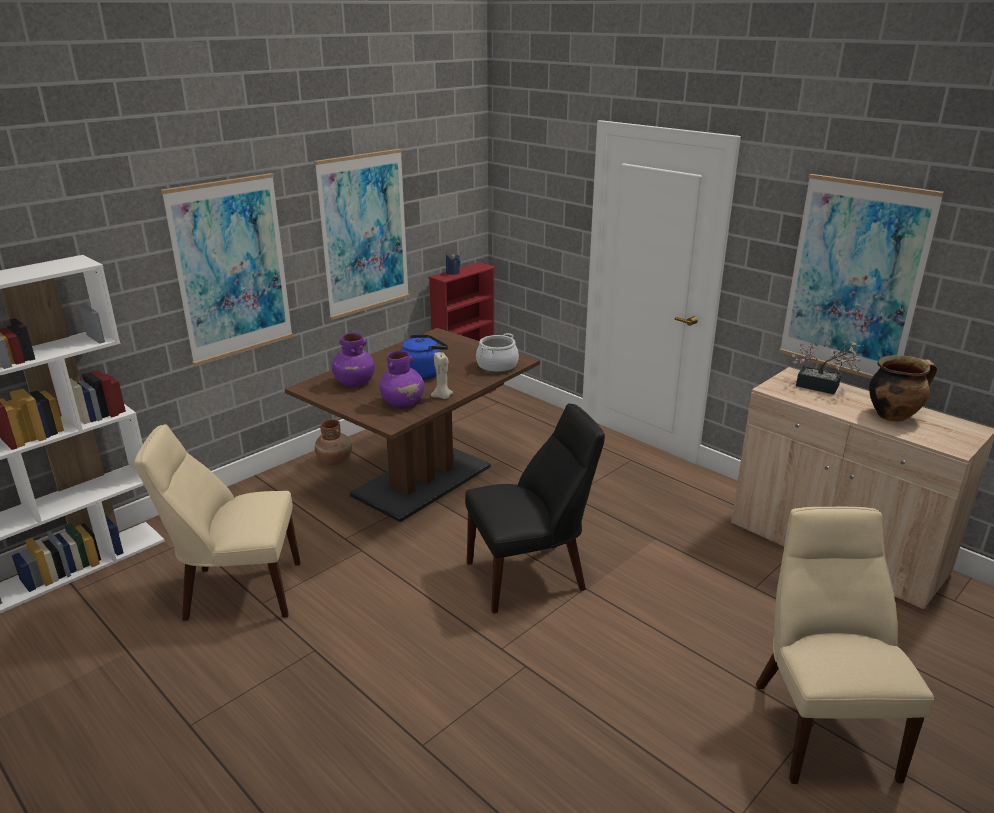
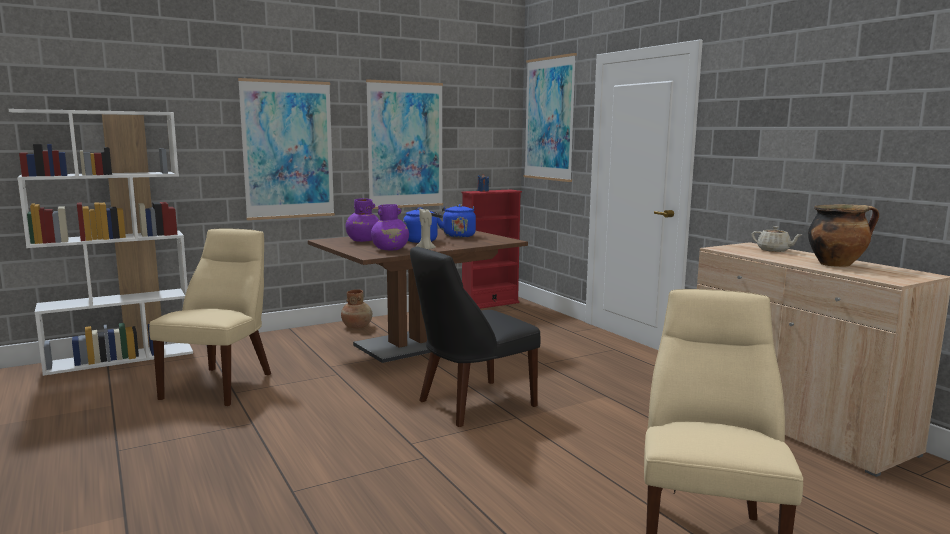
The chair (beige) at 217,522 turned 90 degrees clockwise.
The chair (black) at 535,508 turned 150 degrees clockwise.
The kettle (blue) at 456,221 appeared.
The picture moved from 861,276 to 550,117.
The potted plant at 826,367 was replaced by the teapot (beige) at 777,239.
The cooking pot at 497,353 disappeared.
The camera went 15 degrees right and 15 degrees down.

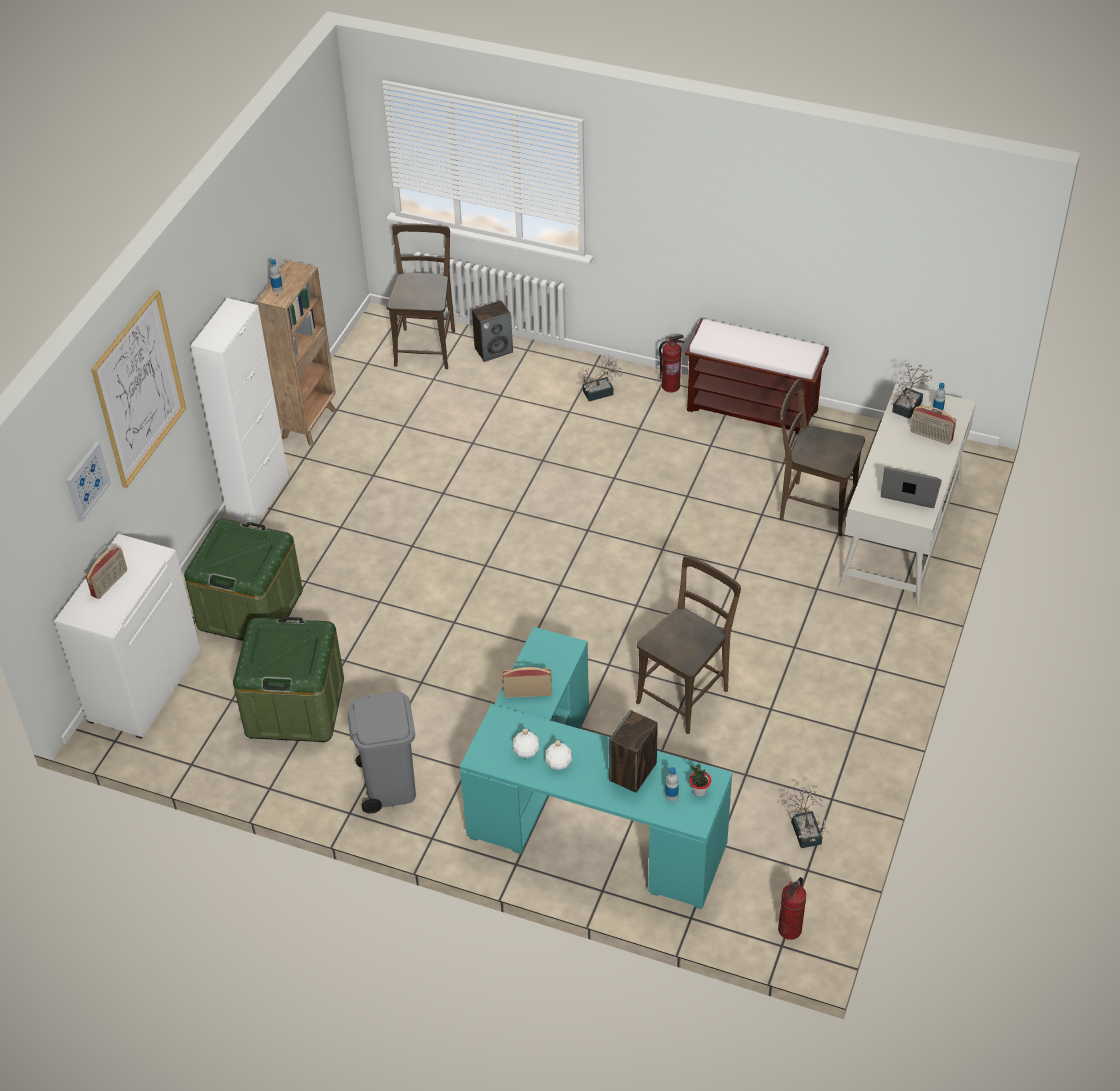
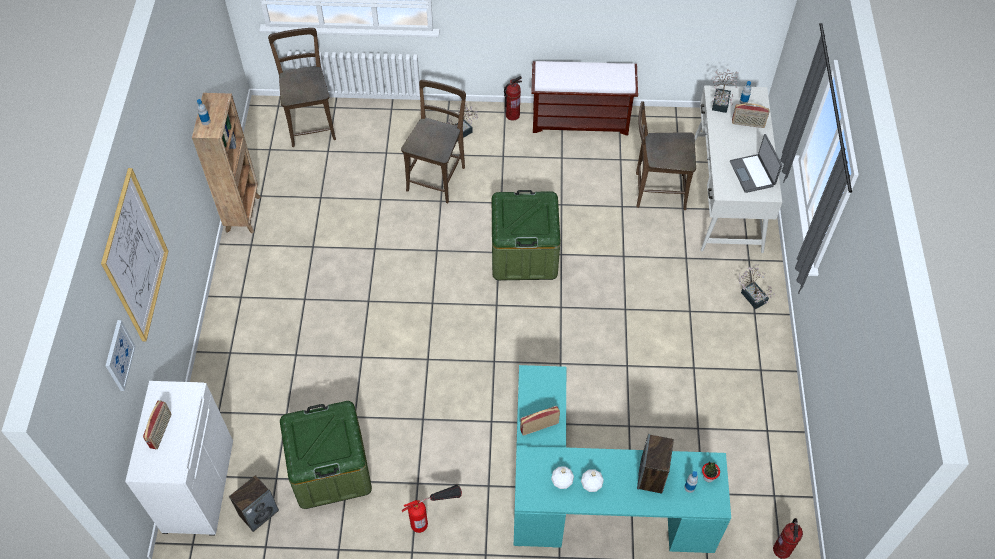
The speaker moved from 492,331 to 254,503.
The chair (brown) moved from 688,645 to 433,141.
The trash can (grey) at 381,753 was replaced by the fire extinguisher at 431,509.
The storage box (green) moved from 243,579 to 526,235.
The laptop at 911,487 turned 105 degrees counterclockwise.
The potted plant moved from 806,816 to 757,286.
The cabinet (white) at 240,411 disappeared.
The camera went 20 degrees left and 10 degrees up.

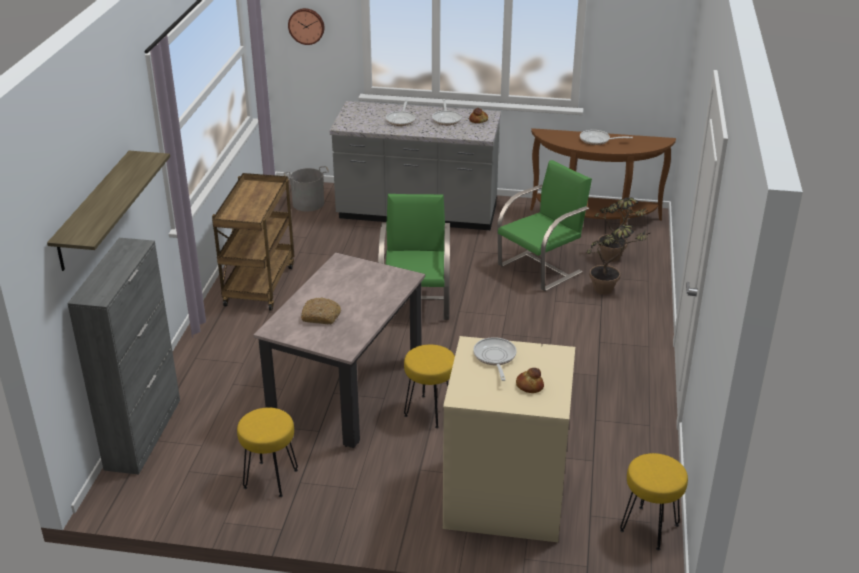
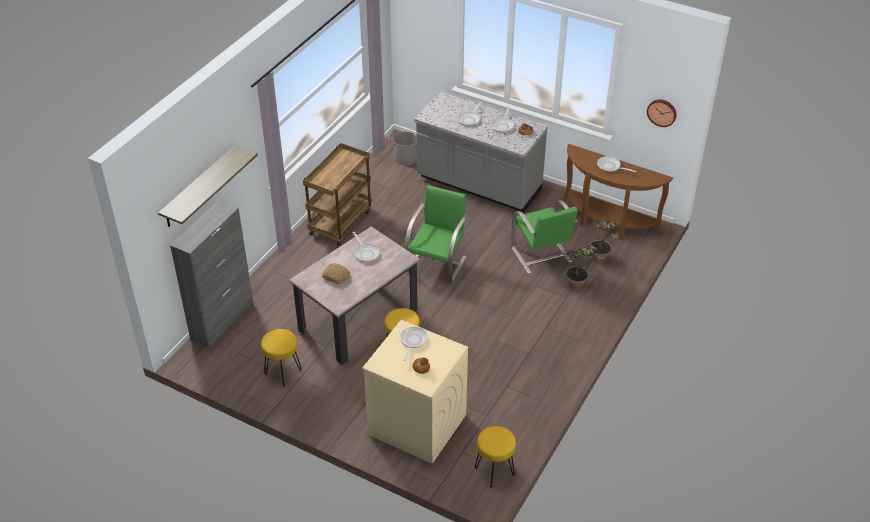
The frying pan at 366,247 appeared.
The chair (green) at 544,225 turned 90 degrees clockwise.
The wall clock moved from 306,26 to 662,113.
The camera went 20 degrees right and 10 degrees up.

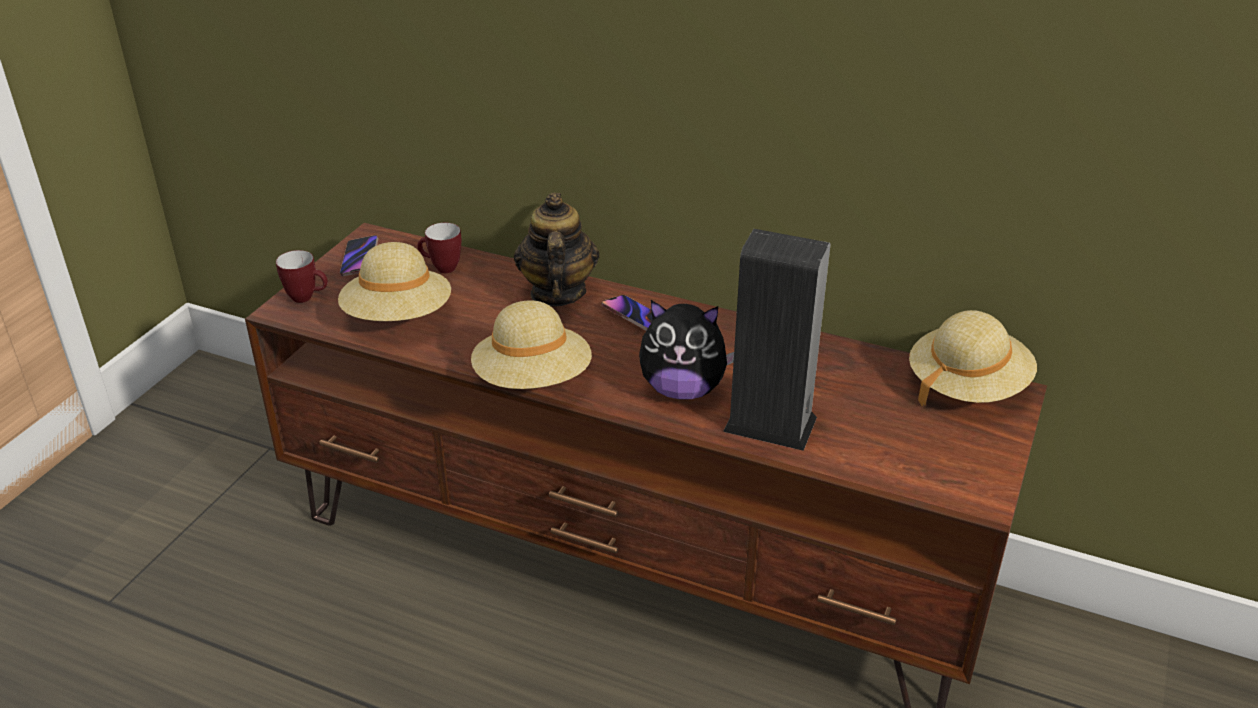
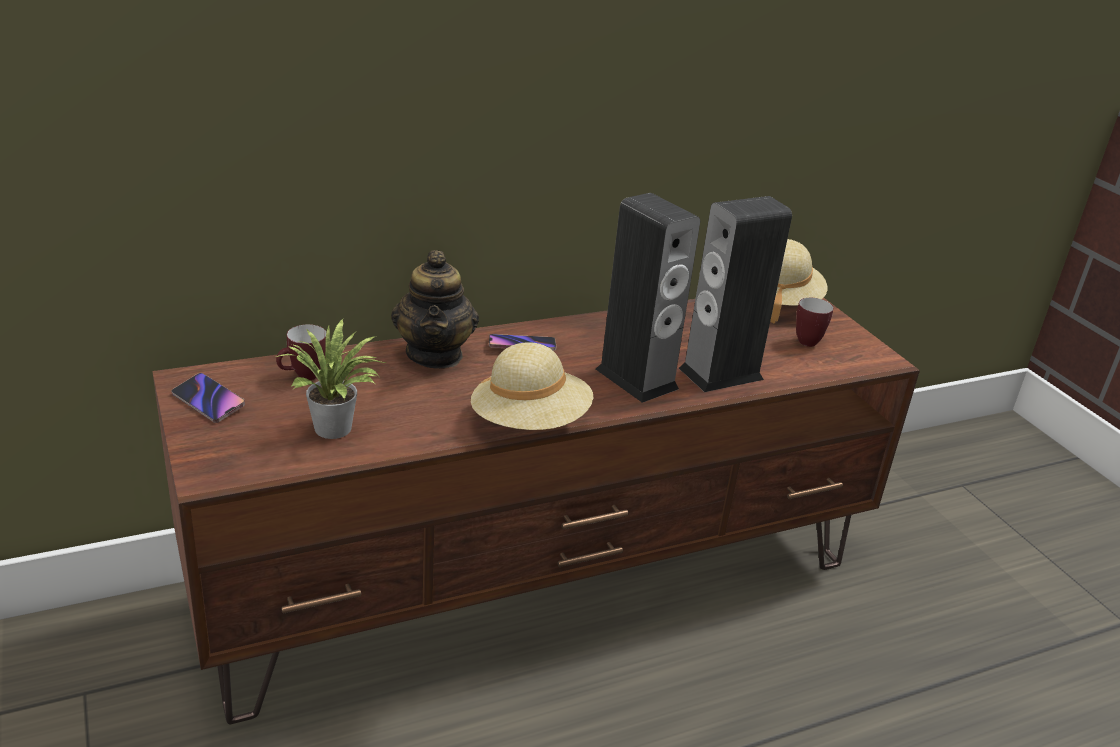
The hat (beige) at 394,281 was replaced by the potted plant at 330,378.
The teapot at 557,250 turned 135 degrees counterclockwise.
The plush toy at 686,350 was replaced by the speaker at 648,298.
The mug moved from 302,276 to 815,322.
The camera went 50 degrees left and 5 degrees down.

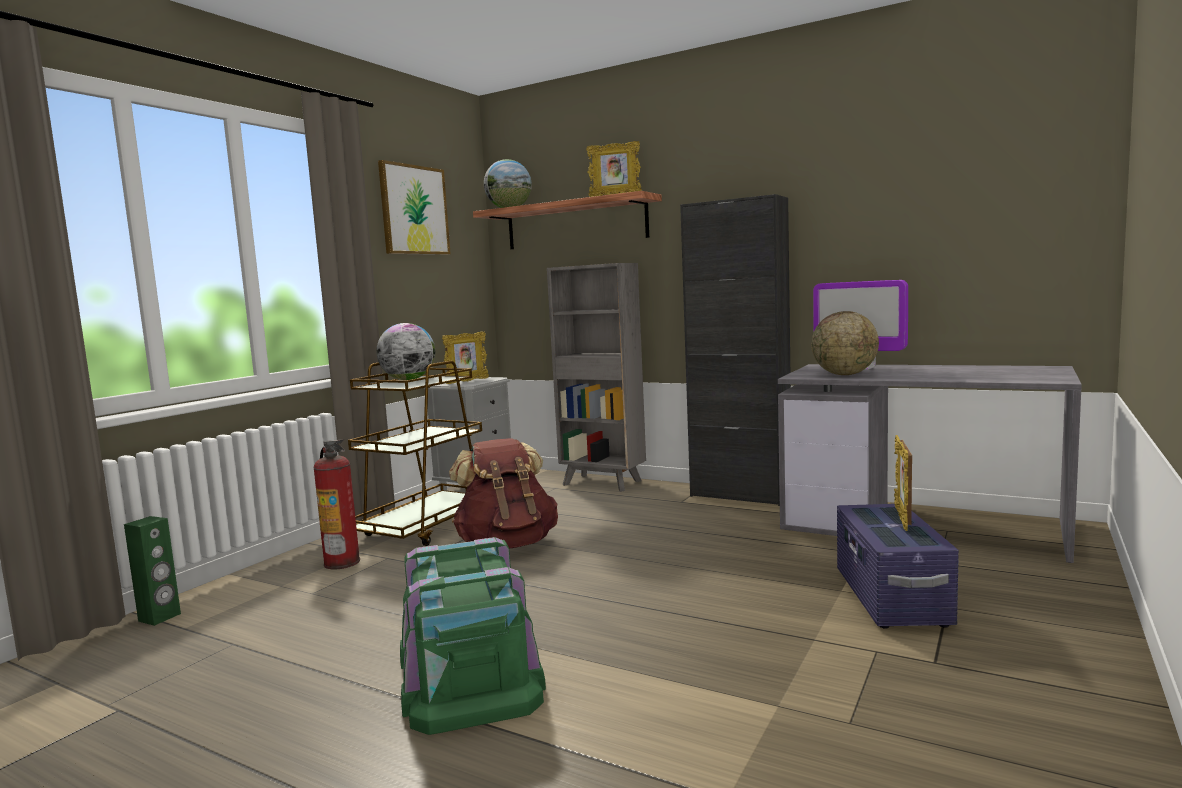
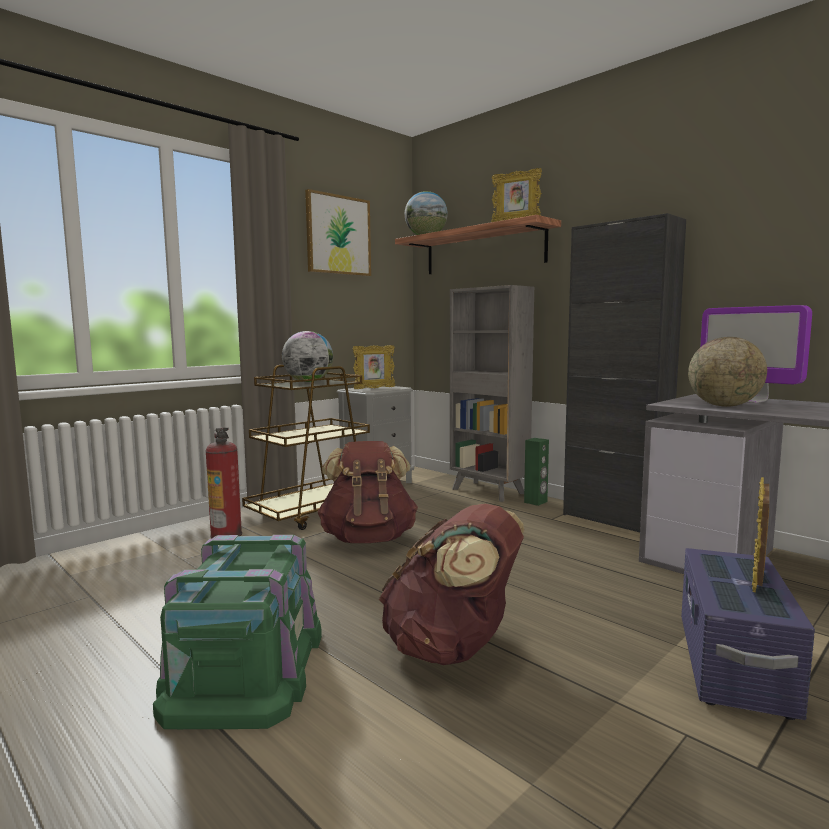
The backpack (brown) at 451,584 appeared.
The speaker (green) moved from 152,571 to 536,472.
The camera went 15 degrees right and 0 degrees up.

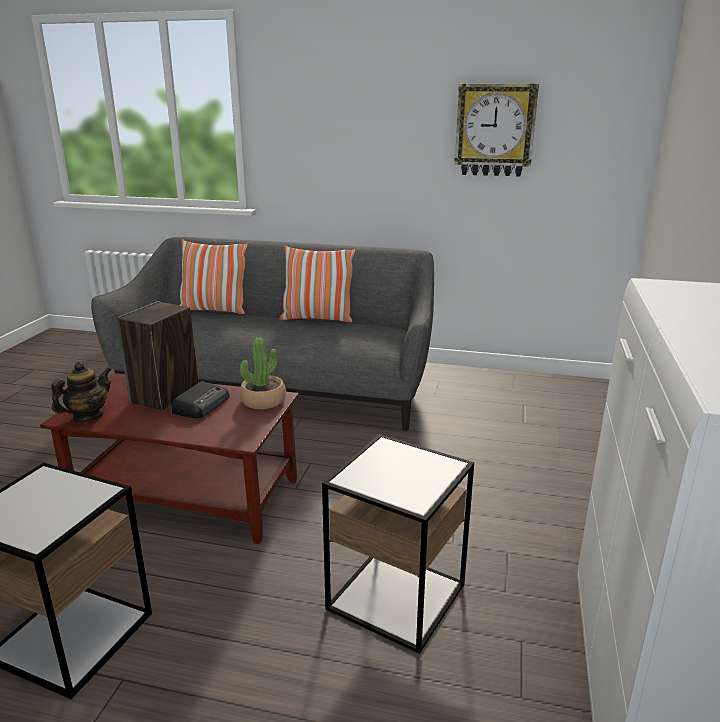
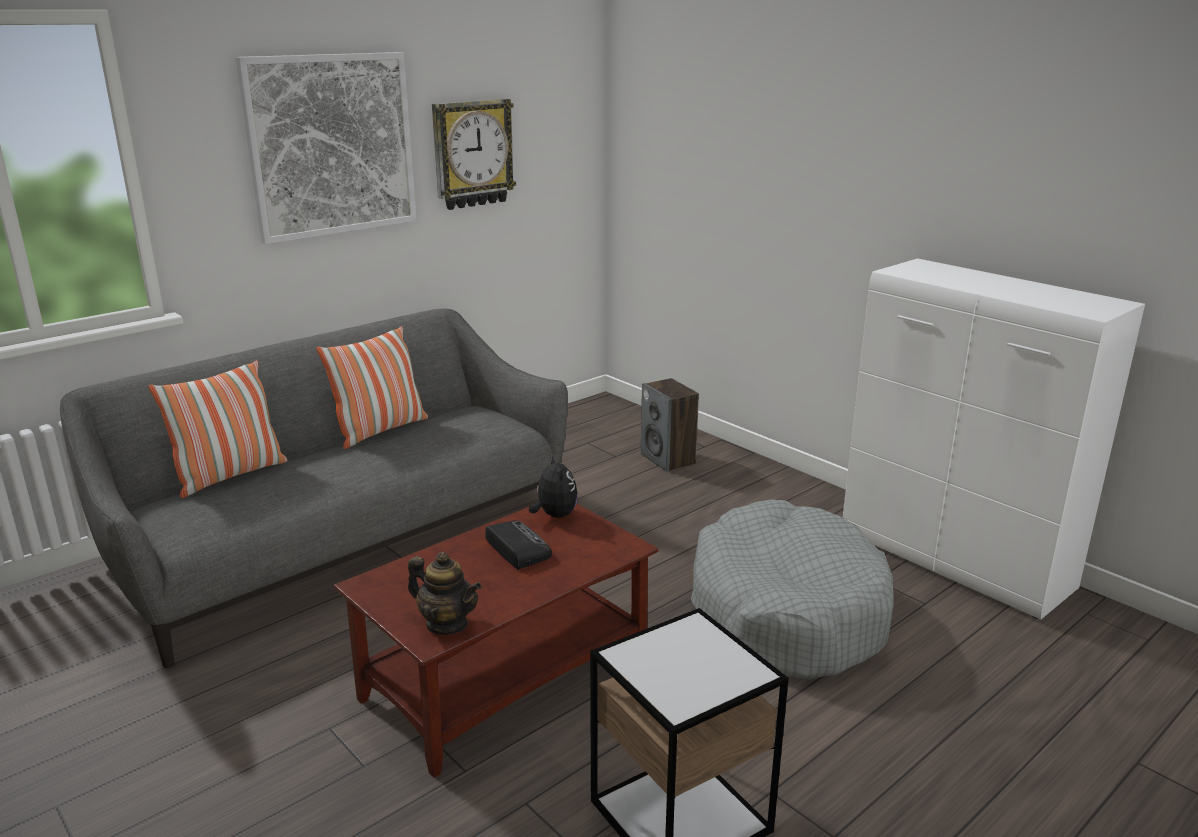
The picture at 325,148 appeared.
The teapot at 81,391 turned 135 degrees clockwise.
The potted plant at 263,373 was replaced by the plush toy at 553,486.
The speaker moved from 157,356 to 670,425.
The side table at 398,544 was replaced by the dog bed (grey) at 792,590.
The camera went 55 degrees left and 0 degrees up.

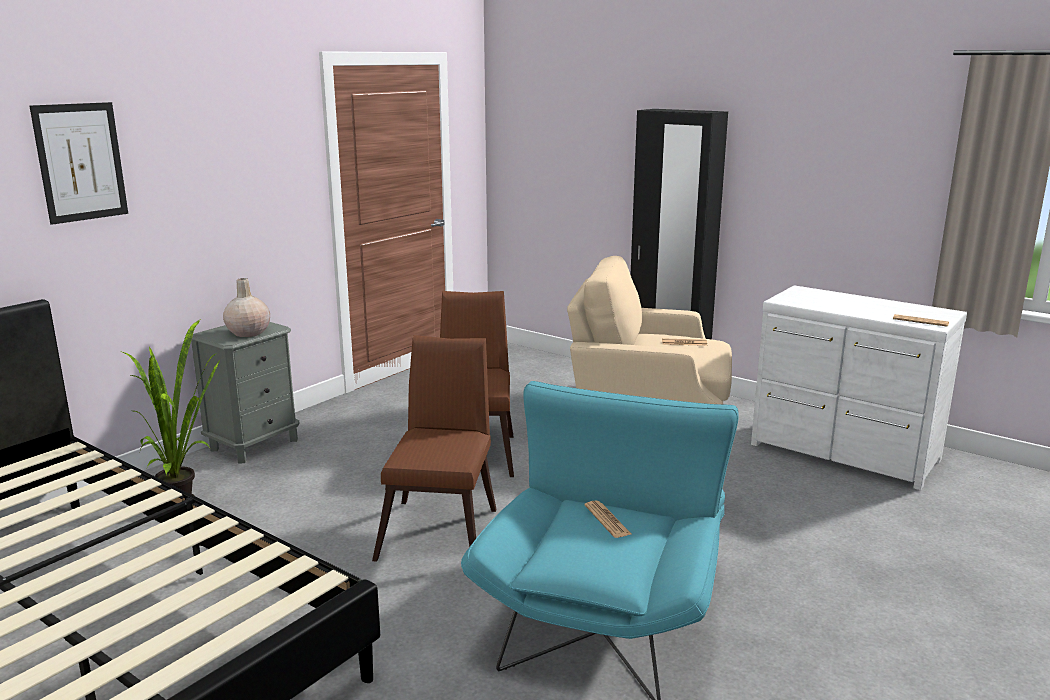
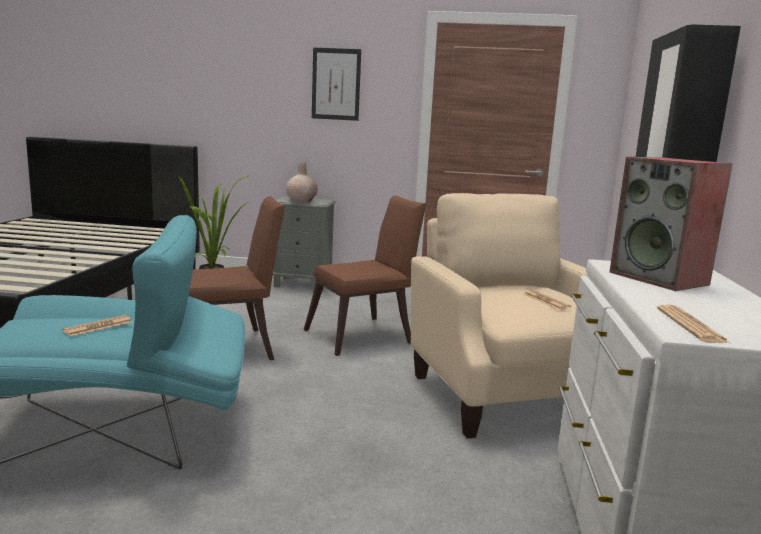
The picture moved from 79,163 to 336,84.
The speaker at 670,224 appeared.
The camera went 60 degrees right and 5 degrees down.

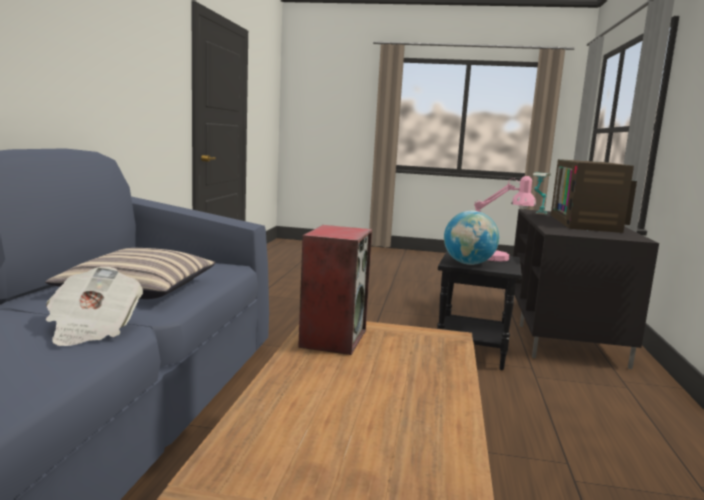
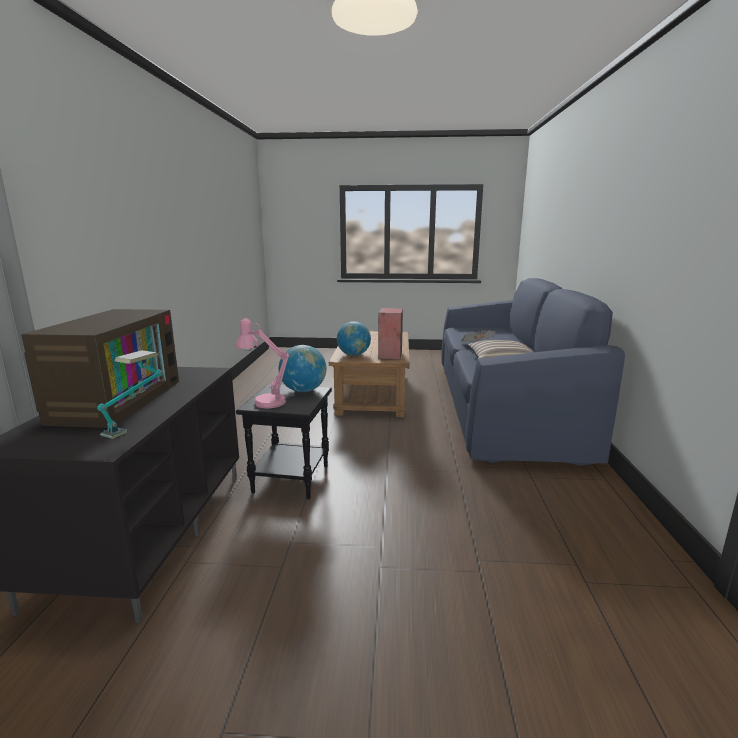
The globe at 354,338 appeared.
The camera went 175 degrees right and 5 degrees up.

